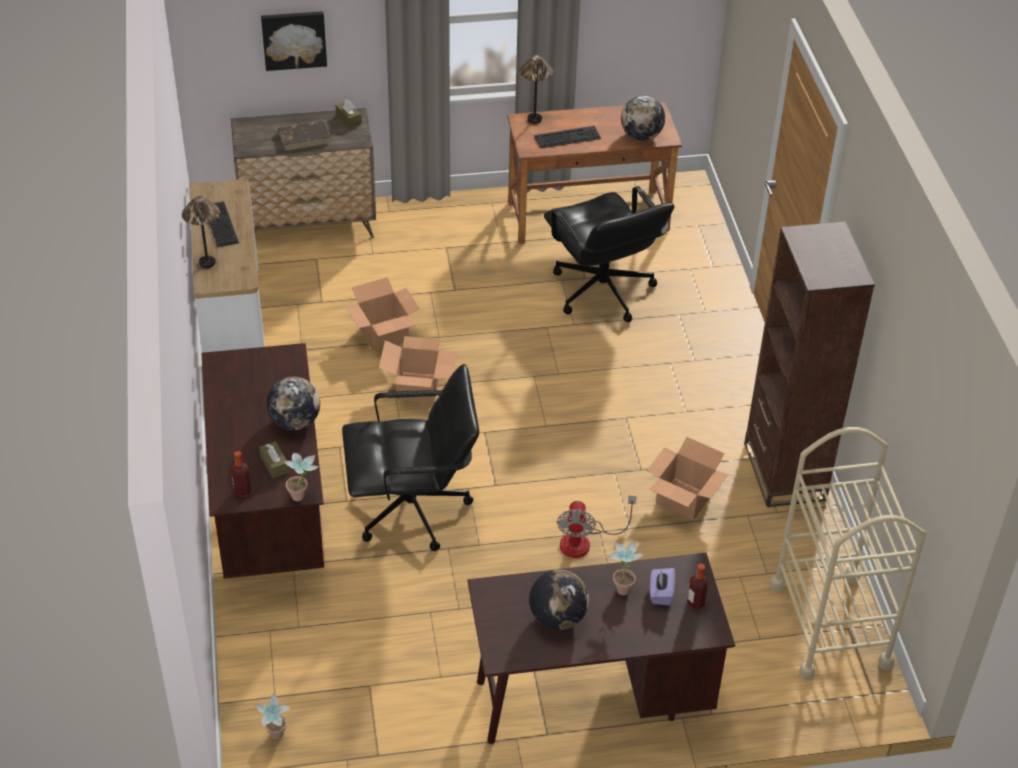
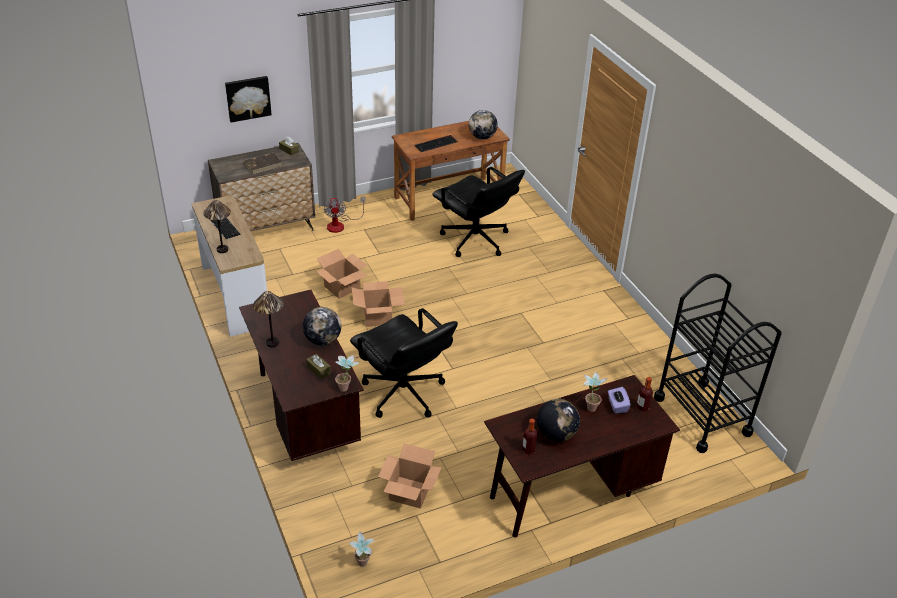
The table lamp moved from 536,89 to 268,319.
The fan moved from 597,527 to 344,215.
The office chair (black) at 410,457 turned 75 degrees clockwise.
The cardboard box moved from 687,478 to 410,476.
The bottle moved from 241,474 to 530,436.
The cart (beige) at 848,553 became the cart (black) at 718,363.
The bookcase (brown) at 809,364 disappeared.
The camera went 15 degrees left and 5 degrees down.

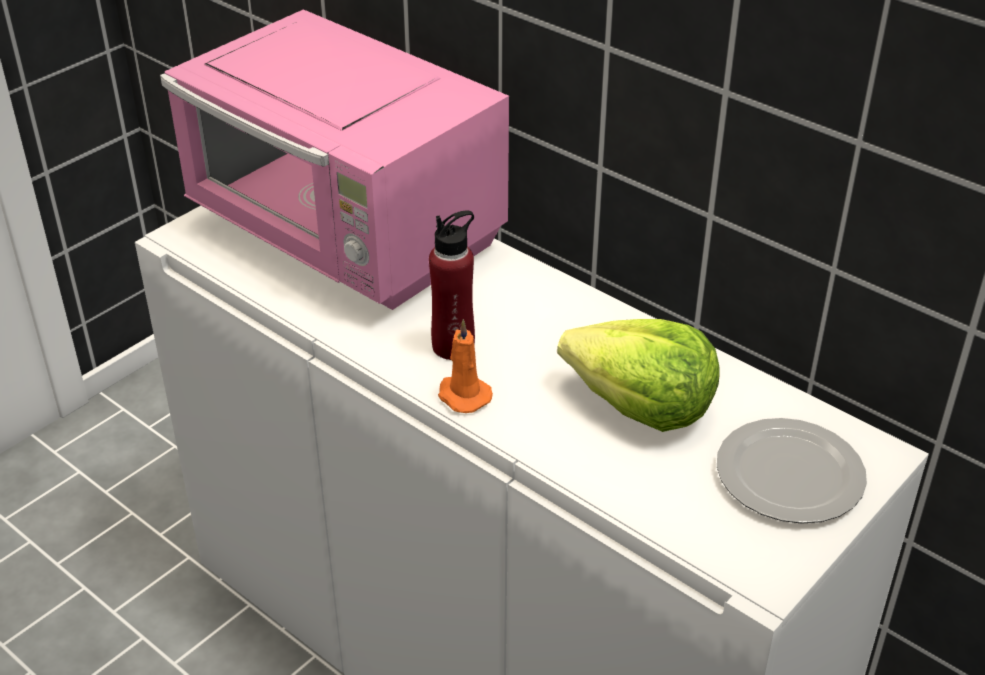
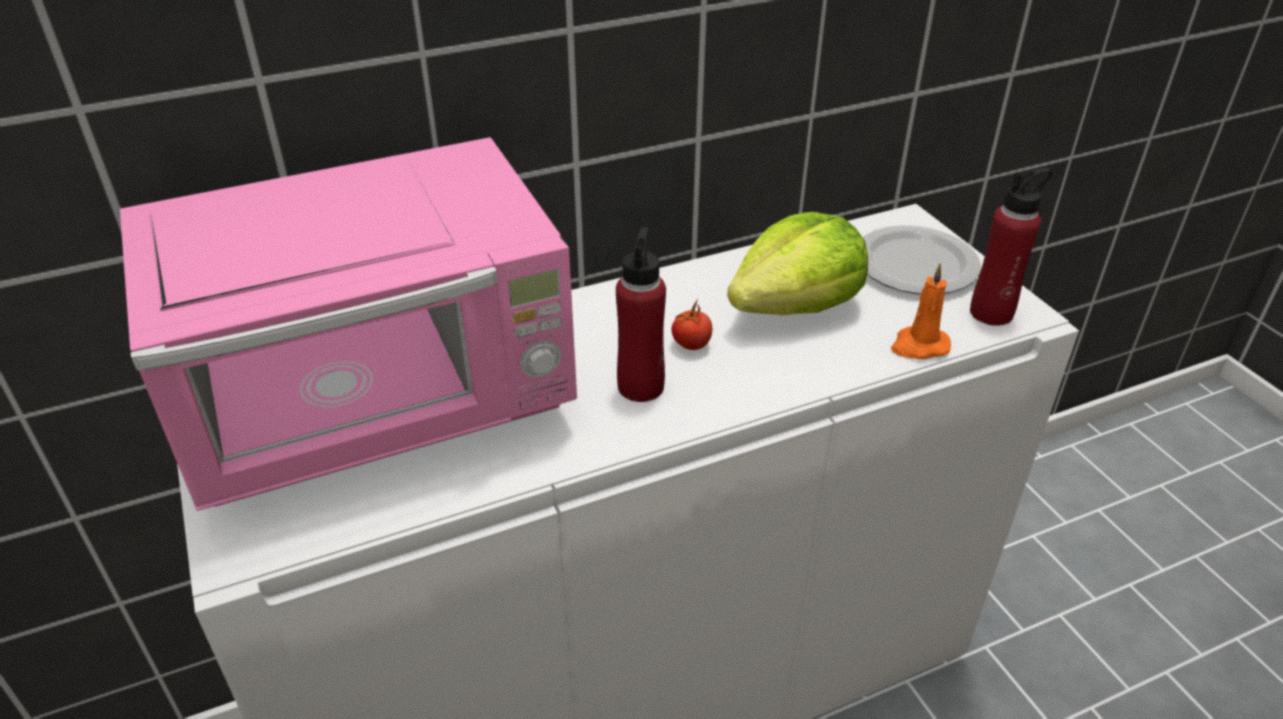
The tomato at 691,324 appeared.
The candle (orange) moved from 465,366 to 921,311.
The bottle (red) at 1011,247 appeared.
The camera went 65 degrees left and 0 degrees up.

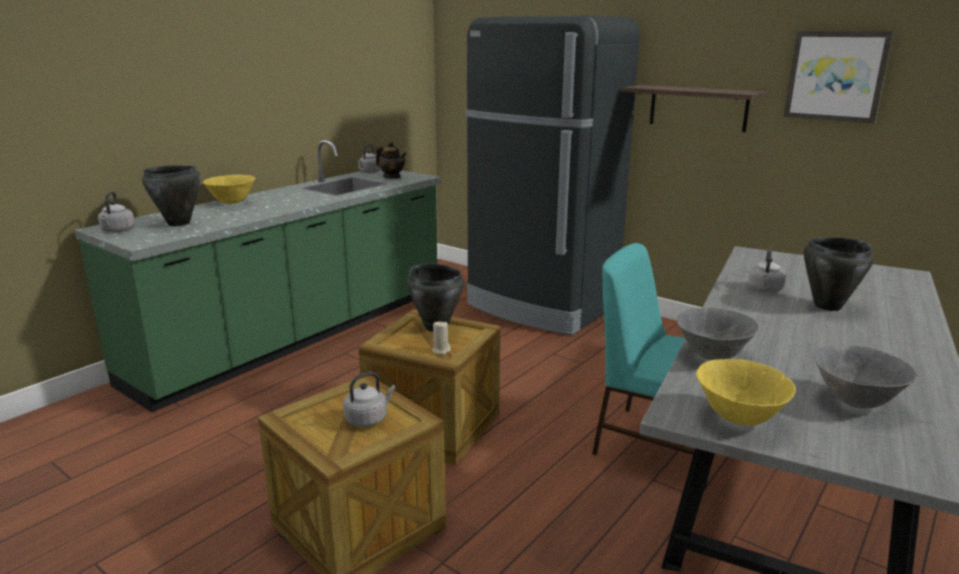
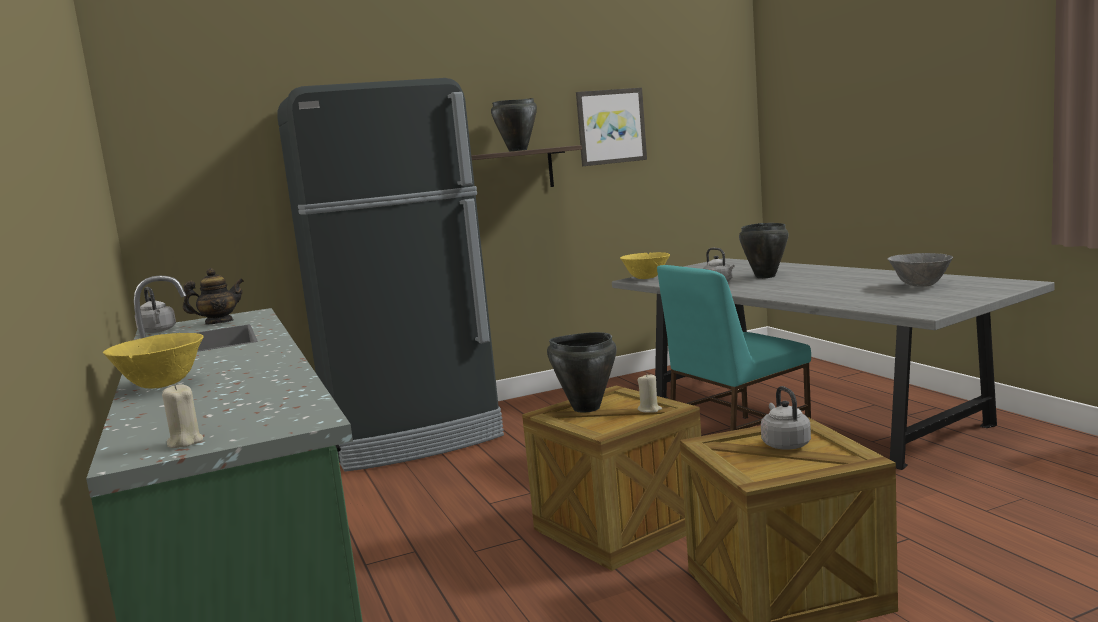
The kettle (grey) at 116,212 was replaced by the candle (beige) at 182,416.
The cooking pot (black) moved from 171,196 to 514,125.
The bowl (yellow) moved from 746,392 to 645,265.
The bowl (grey) at 718,334 disappeared.
The camera went 60 degrees left and 10 degrees down.

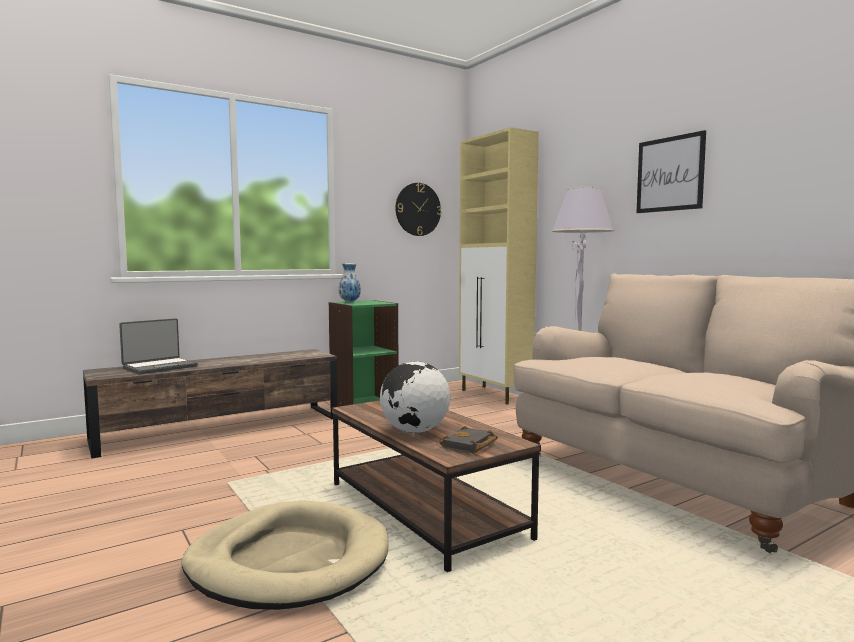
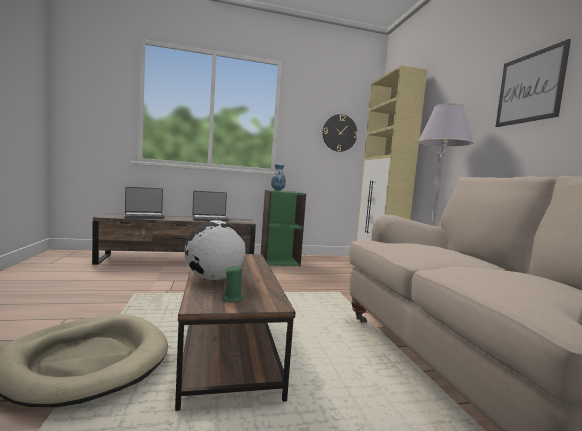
The laptop at 210,206 appeared.
The book (black) at 468,440 was replaced by the candle (green) at 233,283.
The camera went 20 degrees right and 0 degrees up.

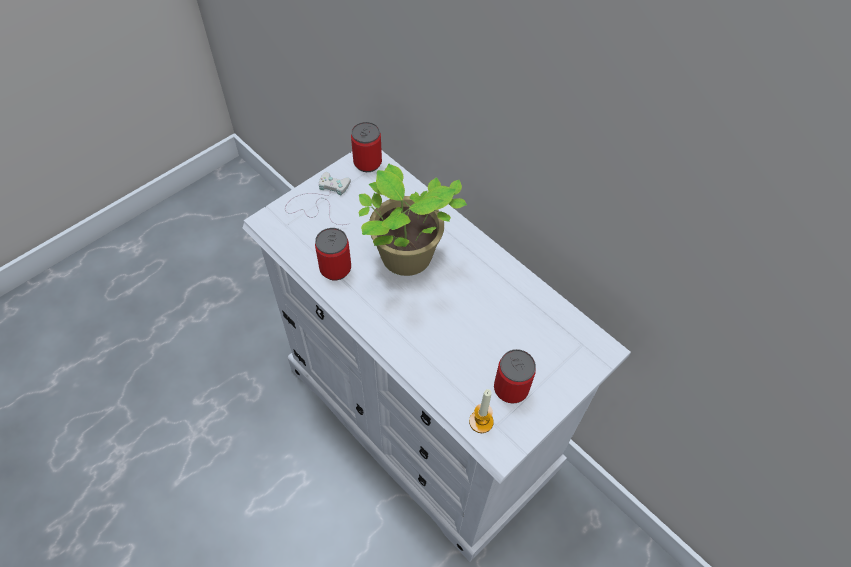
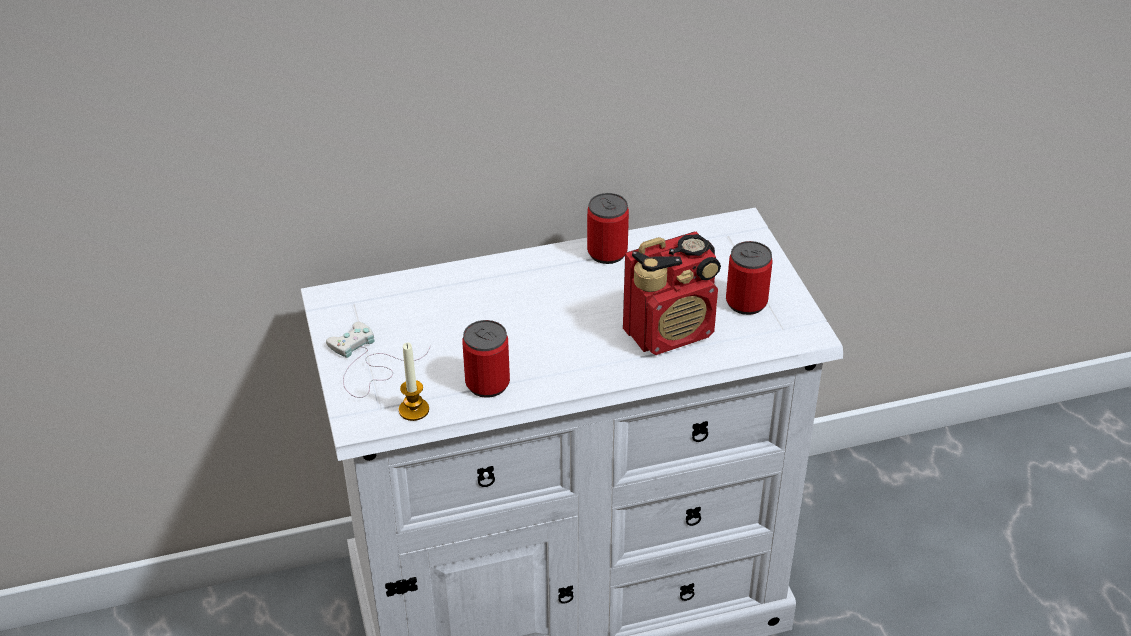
The candle moved from 481,411 to 414,381.
The can moved from 366,147 to 608,228.
The radio at 672,293 appeared.
The potted plant at 413,219 disappeared.
The camera went 60 degrees left and 15 degrees down.

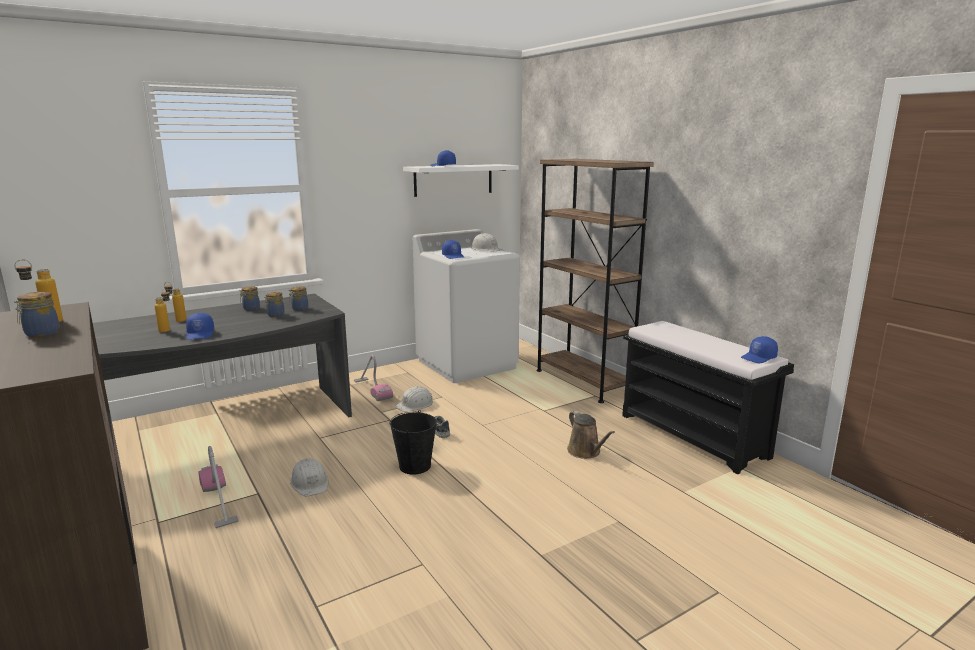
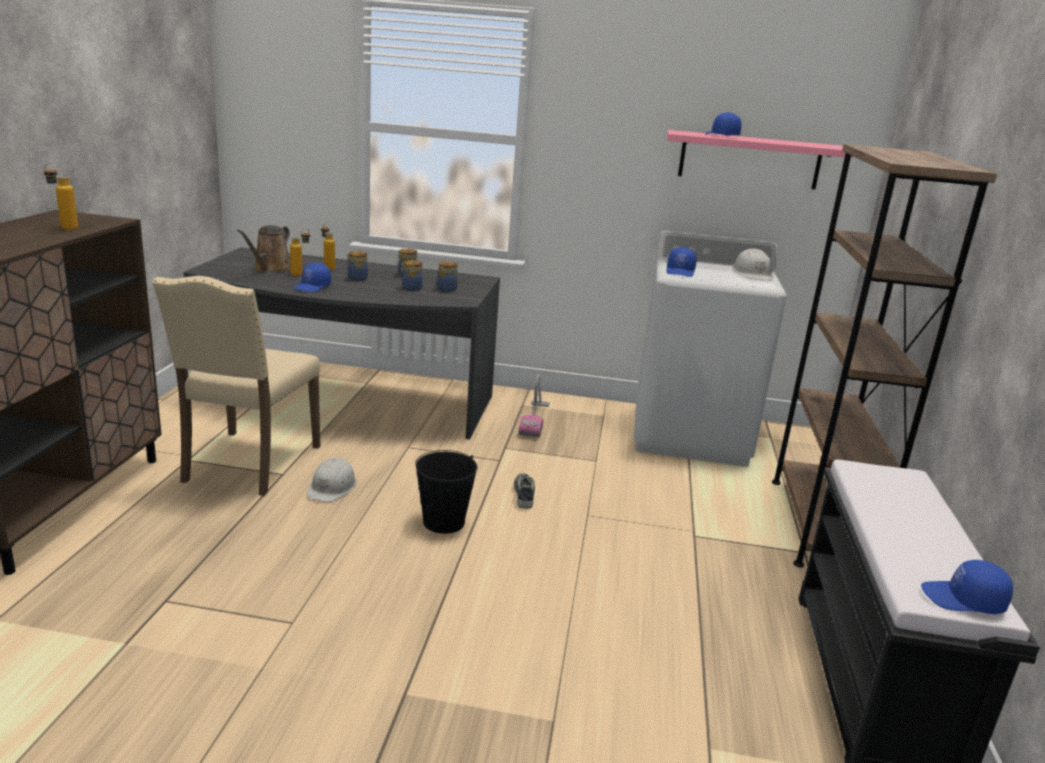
The vacuum cleaner at 218,487 was replaced by the chair (beige) at 236,386.
The watering can (brown) moved from 591,435 to 264,249.
The jar moved from 36,314 to 356,266.
The shelf (white) at 461,180 became the shelf (pink) at 759,159.
The hard hat (white) at 414,399 disappeared.
The camera went 40 degrees right and 5 degrees up.

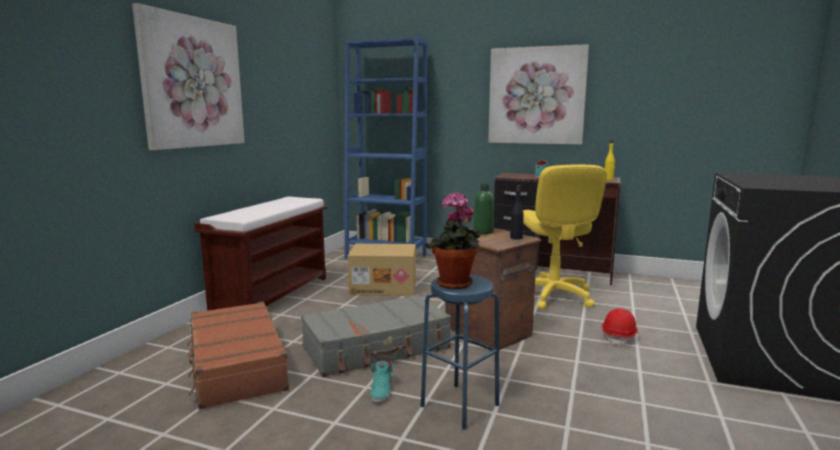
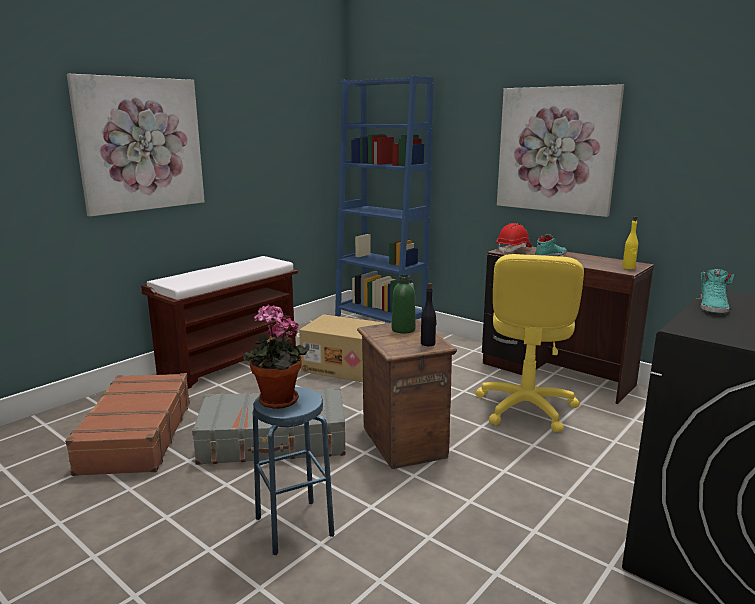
The hard hat (red) moved from 620,327 to 514,238.
The shoe (turquoise) moved from 382,382 to 717,291.
The camera went 20 degrees right and 5 degrees up.

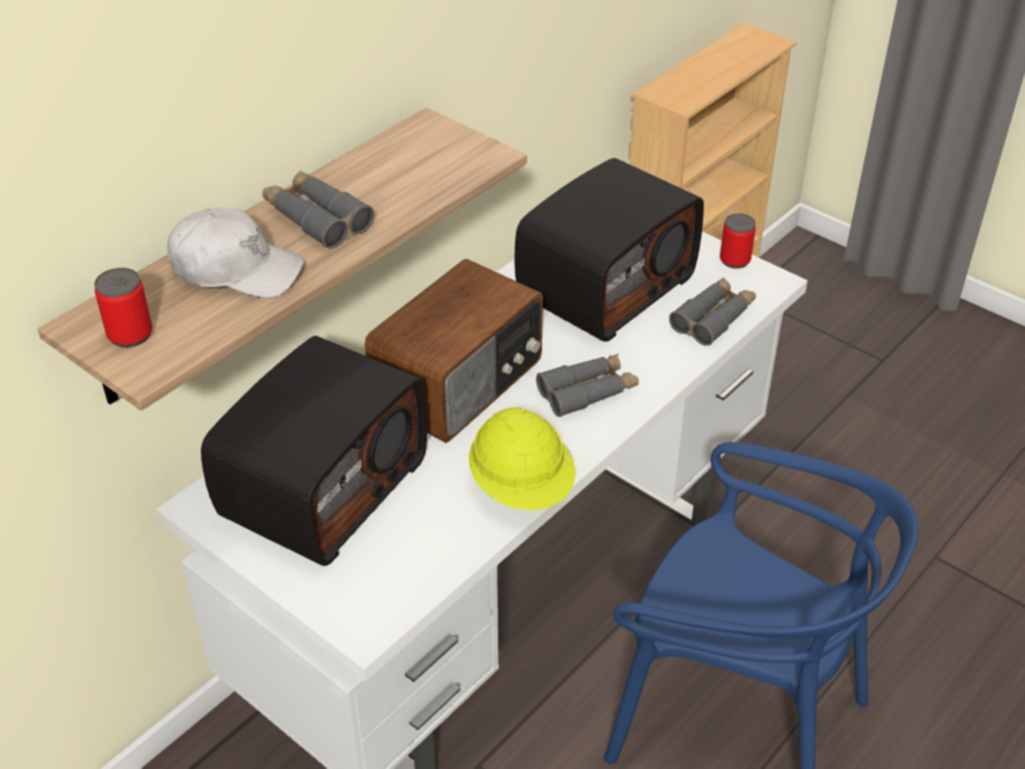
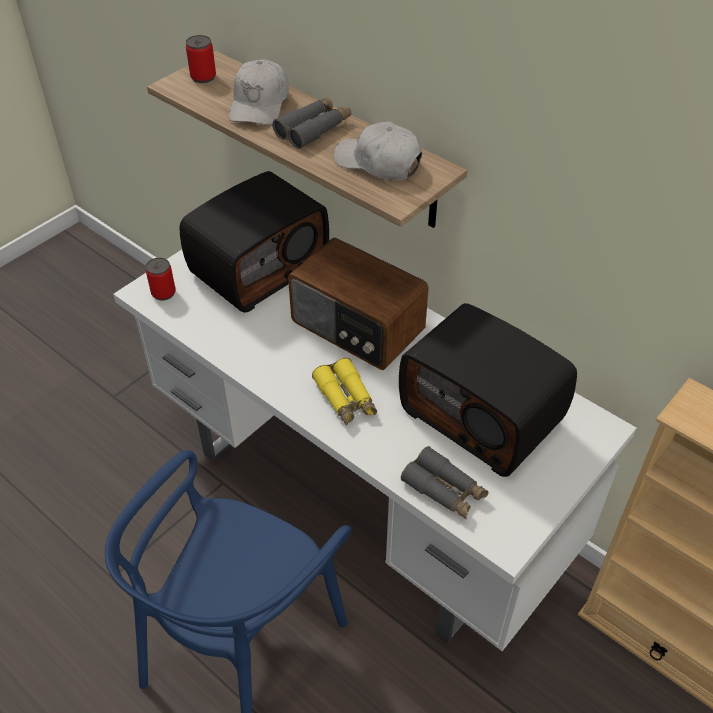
The can moved from 738,241 to 161,279.
The radio at 314,451 turned 75 degrees counterclockwise.
The binoculars (grey) at 587,385 became the binoculars (yellow) at 344,391.
The cap (white) at 378,151 appeared.
The hard hat (yellow) at 522,458 disappeared.
The camera went 90 degrees right and 5 degrees up.

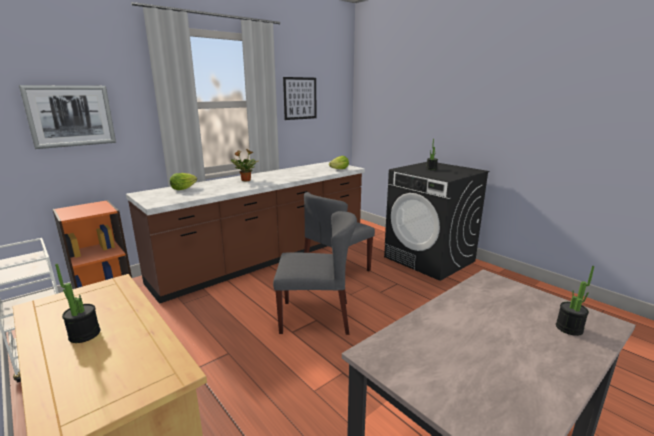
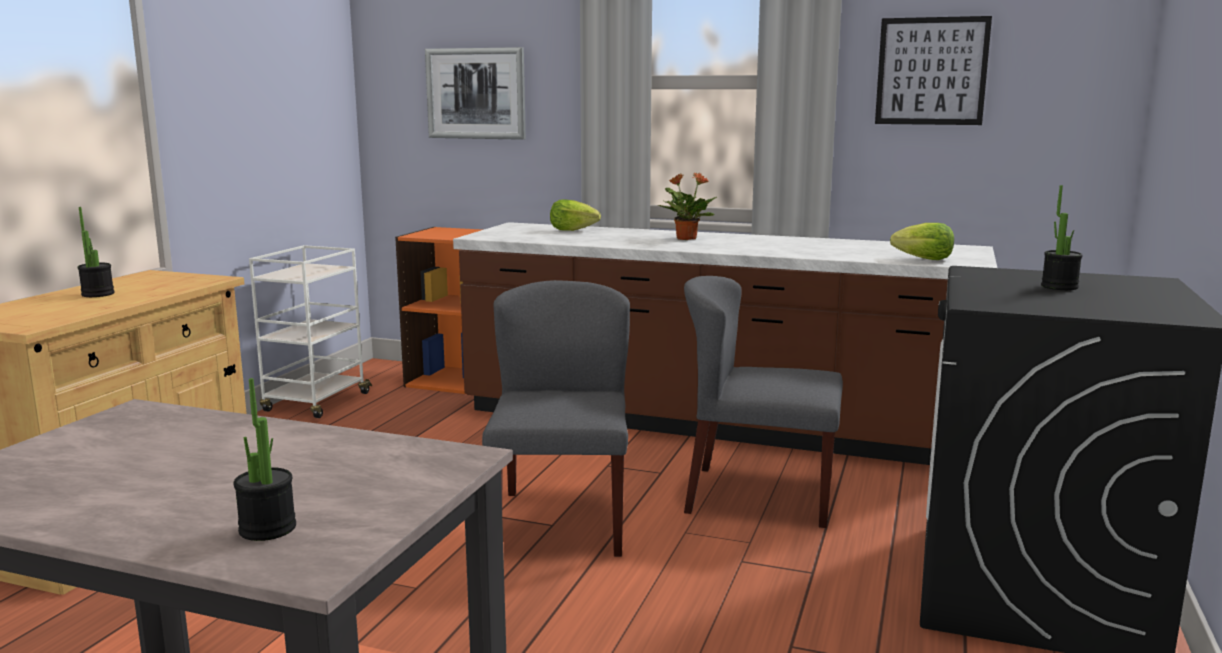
The chair (grey) at 315,273 turned 150 degrees counterclockwise.
The camera went 60 degrees right and 5 degrees down.

